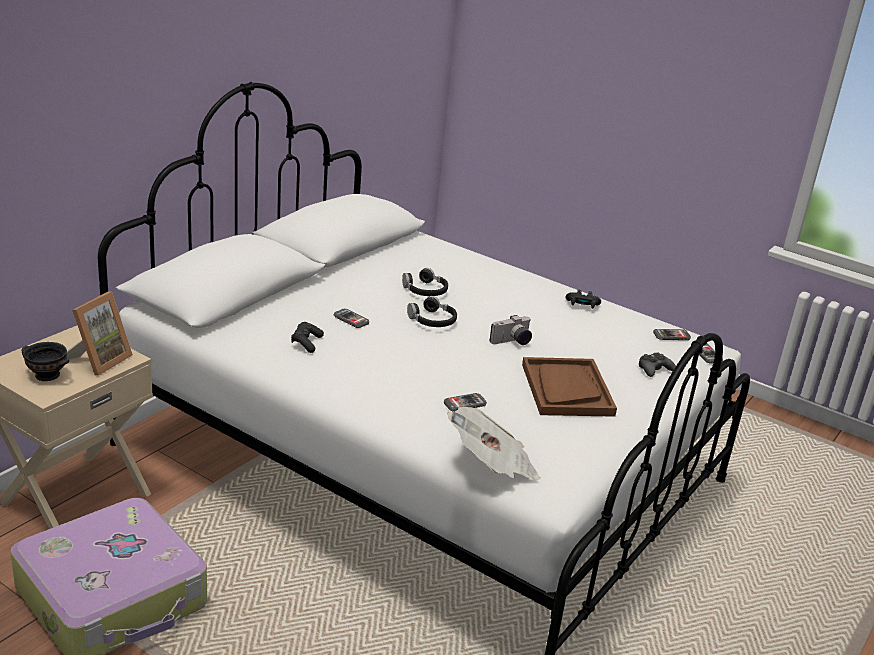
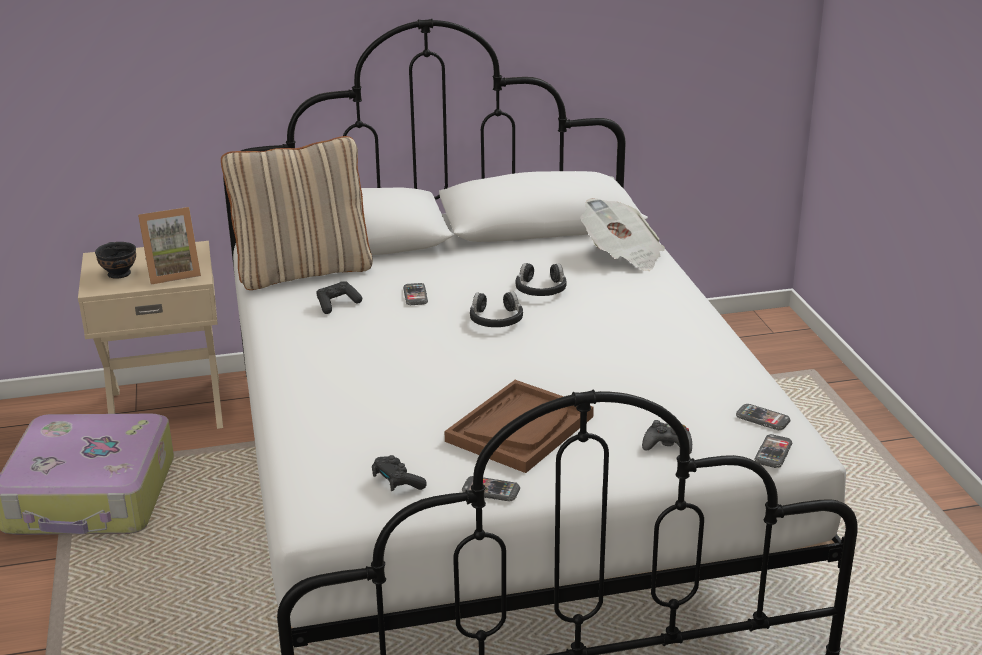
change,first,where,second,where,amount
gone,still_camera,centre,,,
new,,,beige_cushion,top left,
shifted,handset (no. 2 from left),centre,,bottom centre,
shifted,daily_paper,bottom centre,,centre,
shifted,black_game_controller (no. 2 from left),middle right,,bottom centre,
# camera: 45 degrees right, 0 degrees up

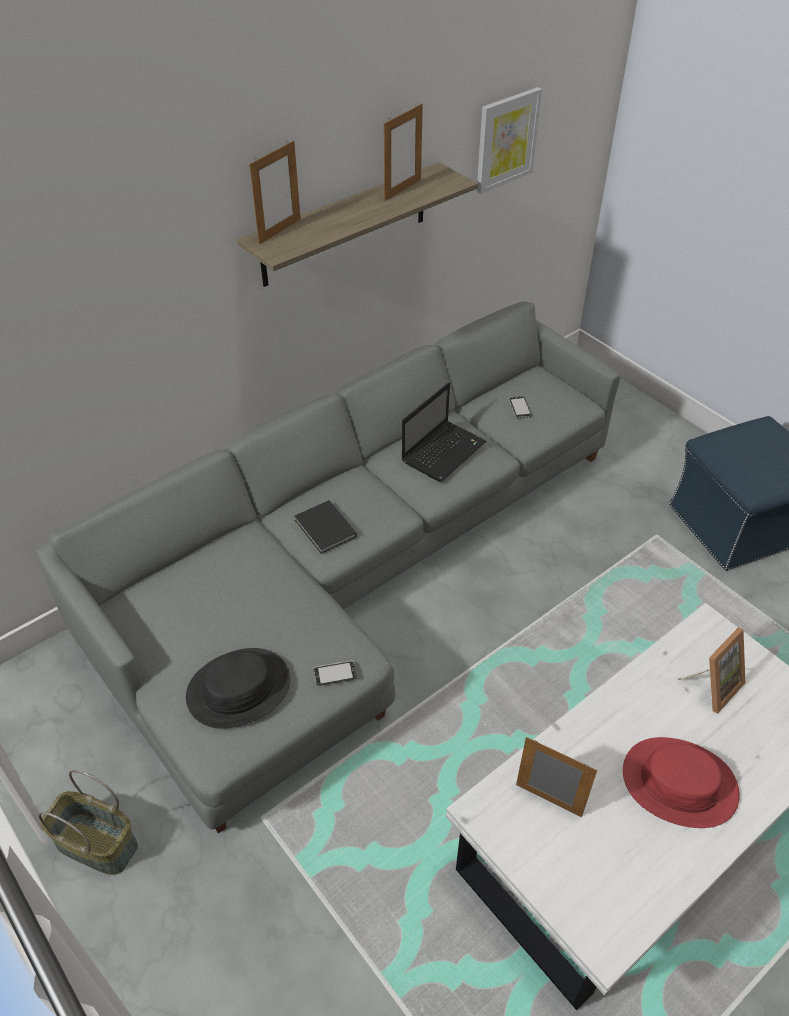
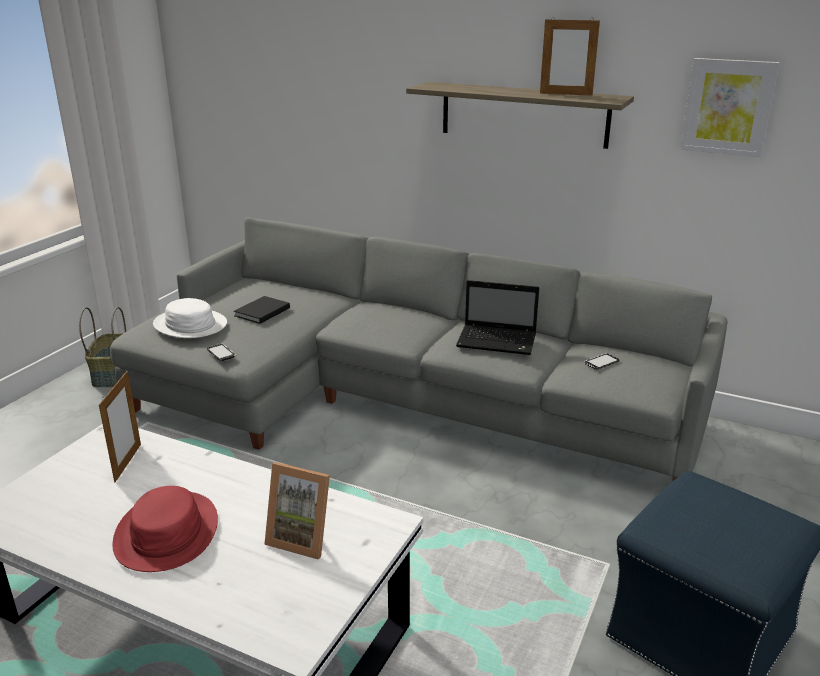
change,first,where,second,where,amount
gone,photo_frame (no. 1 from left),top centre,,,
shifted,black_bound_book,centre,,middle left,
repainted,black_wearable_hat,bottom left,white_wearable_hat,middle left,
# camera: 65 degrees right, 20 degrees down

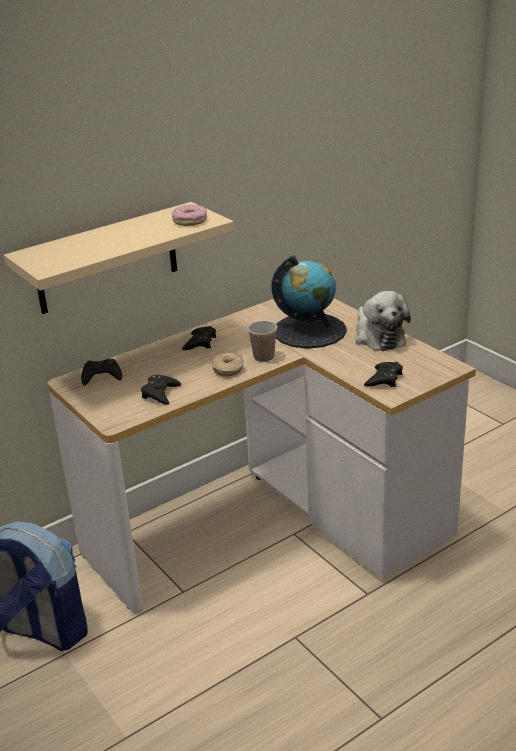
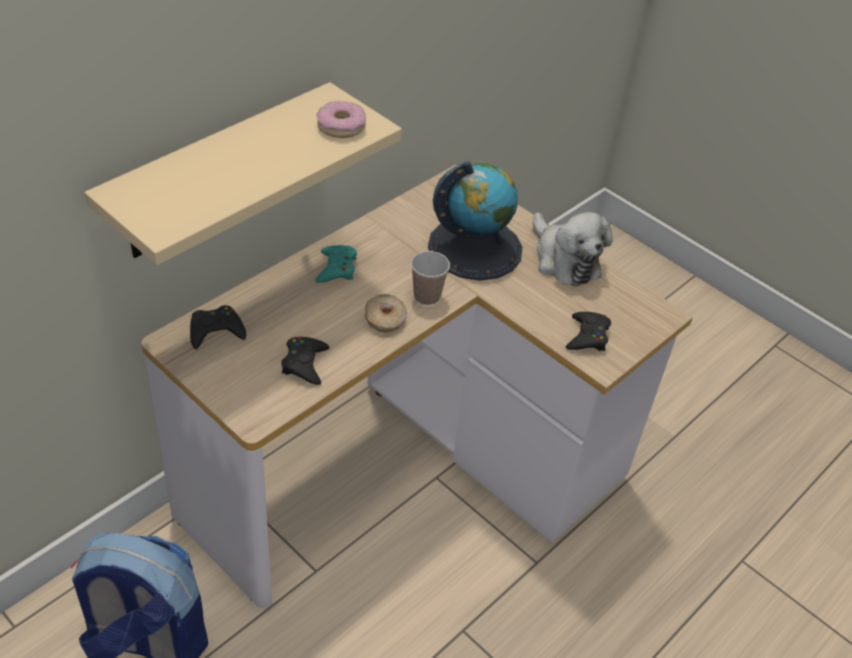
change,first,where,second,where,amount
repainted,black_game_controller (no. 3 from left),centre,turquoise-coloured_game_controller,centre,
# camera: 15 degrees left, 15 degrees up

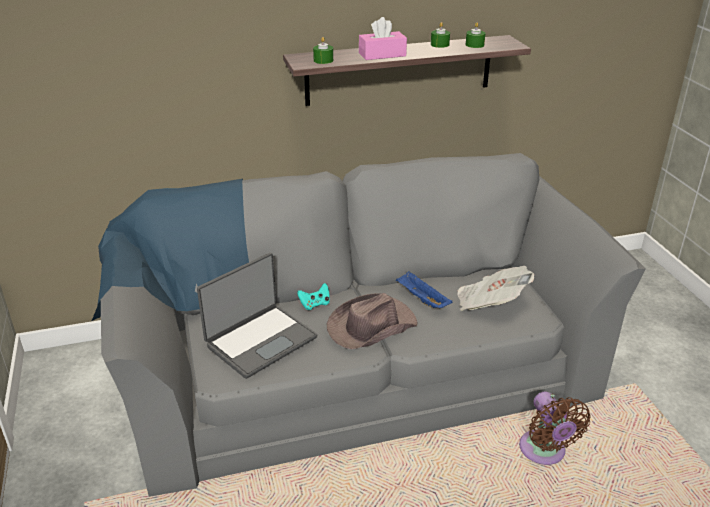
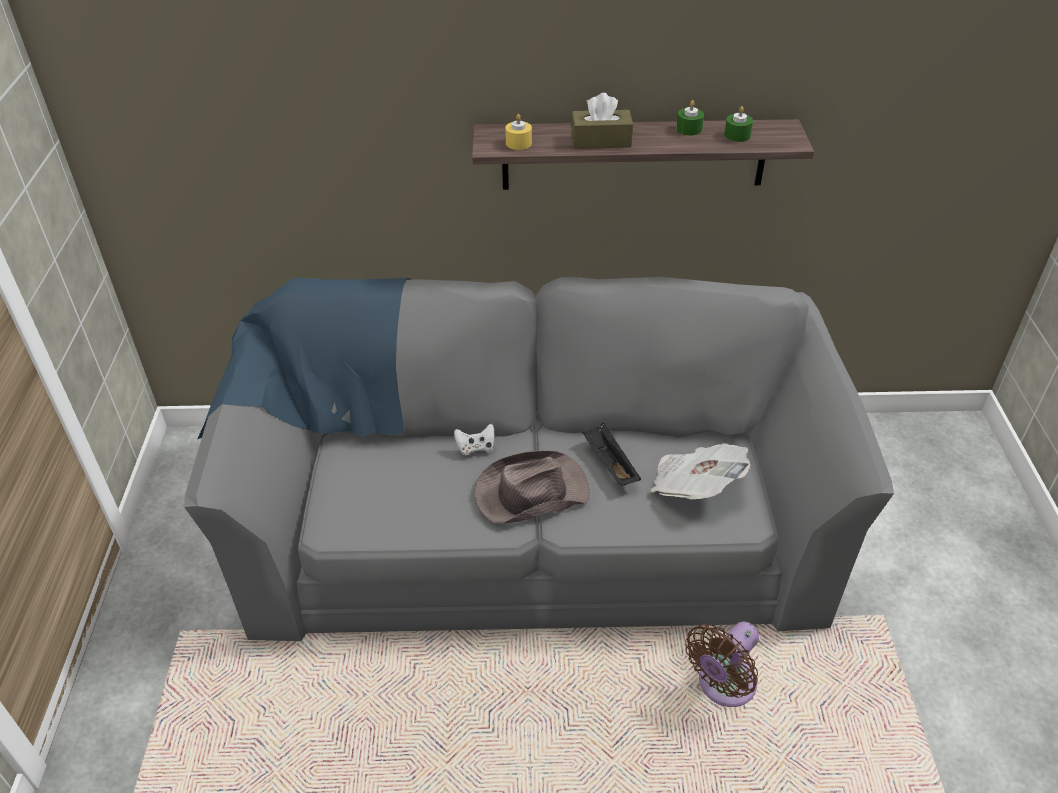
change,first,where,second,where,amount
gone,portable_computer,centre,,,
repainted,turquoise-coloured_game_controller,centre,white_game_controller,centre,
repainted,greenish_wax_candle (no. 1 from left),top centre,yellow_wax_candle,top centre,
repainted,pink_tissue_holder,top centre,brownish_tissue_holder,top centre,
repainted,blue_carrying_tray,centre,black_carrying_tray,centre,
rotated,brownish_cooling_fan,bottom right,,bottom right,45 degrees clockwise
# camera: 15 degrees right, 10 degrees up

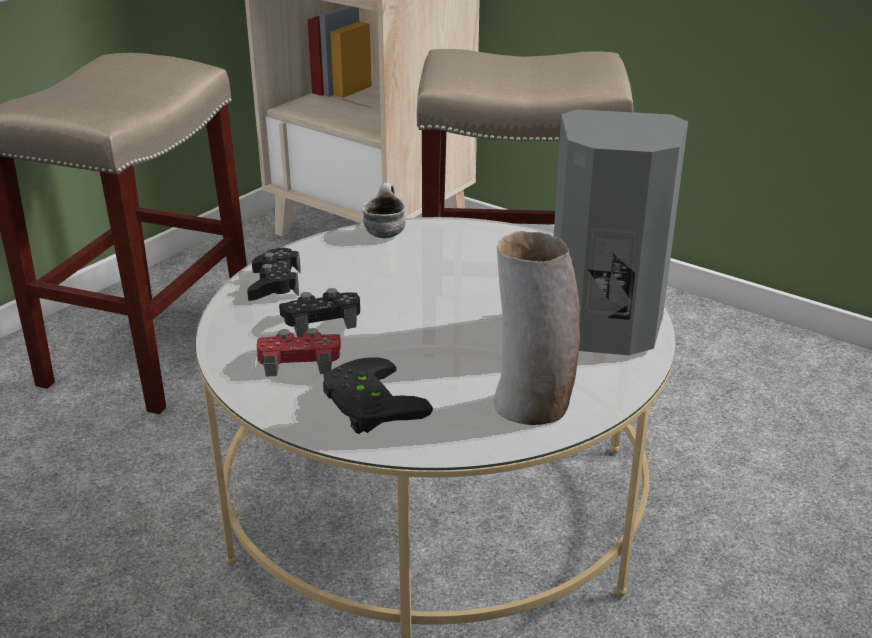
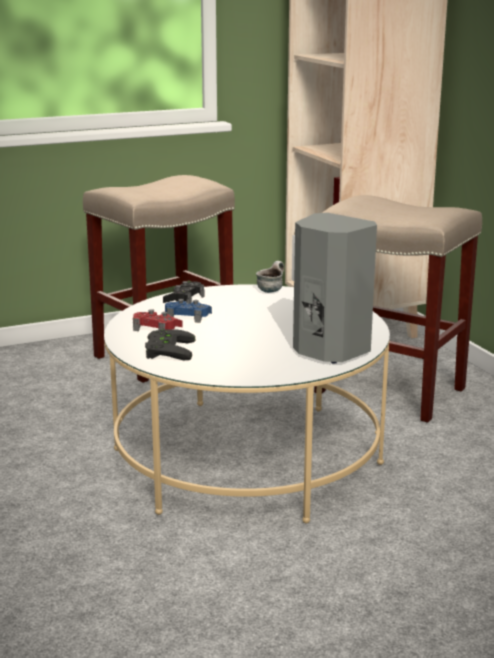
change,first,where,second,where,amount
gone,vase,centre,,,
repainted,black_game_controller (no. 2 from left),centre,blue_game_controller,centre,
# camera: 30 degrees right, 10 degrees down

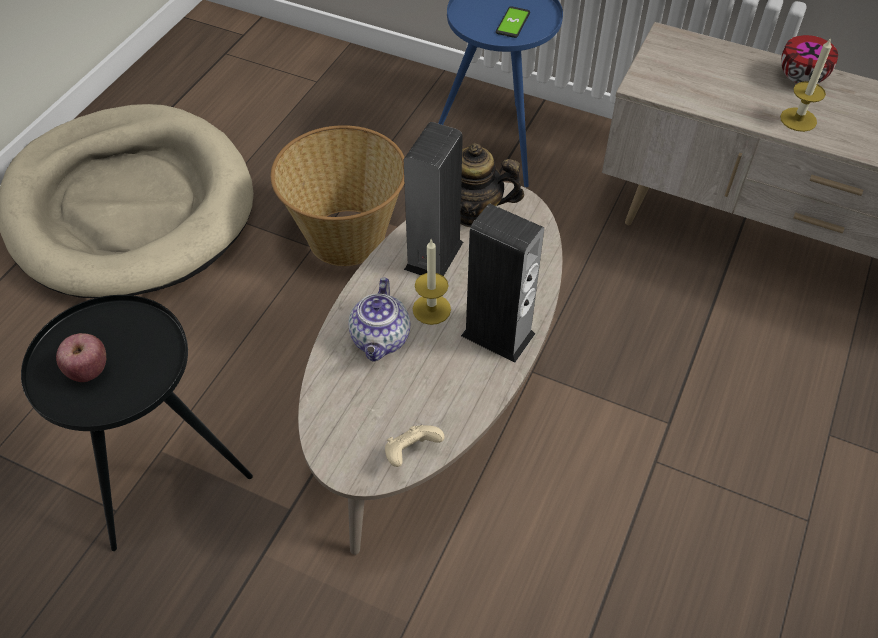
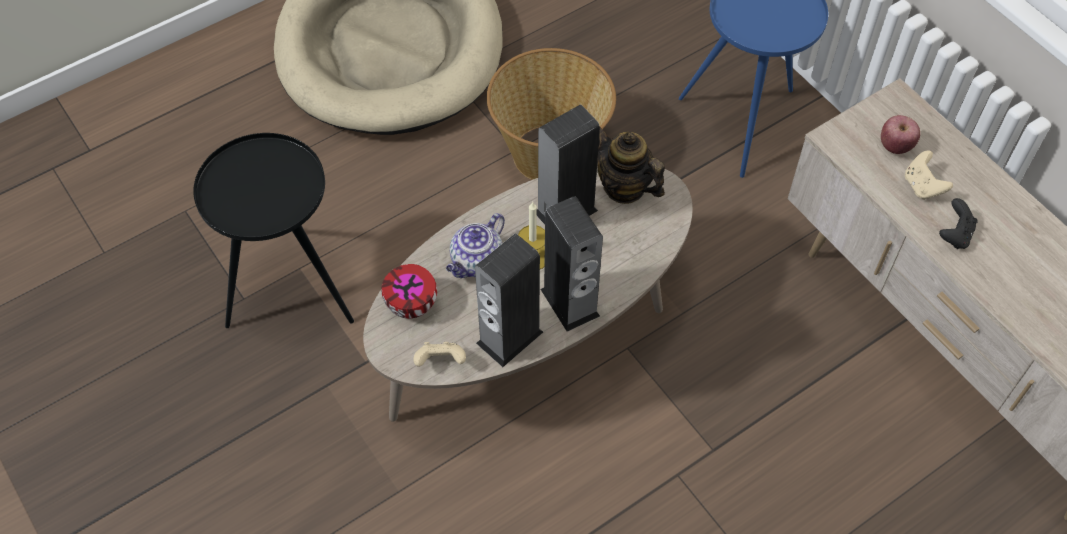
change,first,where,second,where,amount
gone,handset,top centre,,,
new,,,speaker (no. 1 from left),centre,
new,,,beige_game_controller (no. 2 from left),top right,
shifted,apple,middle left,,top right,
shifted,serving_bowl,top right,,centre,
swapped,wax_candle (no. 2 from left),top right,black_game_controller,middle right,
# camera: 30 degrees right, 5 degrees up

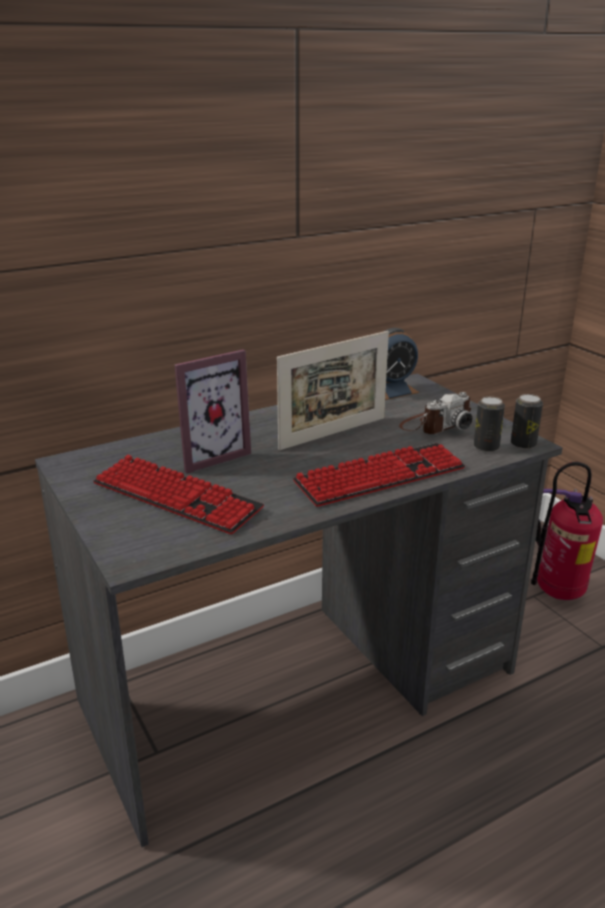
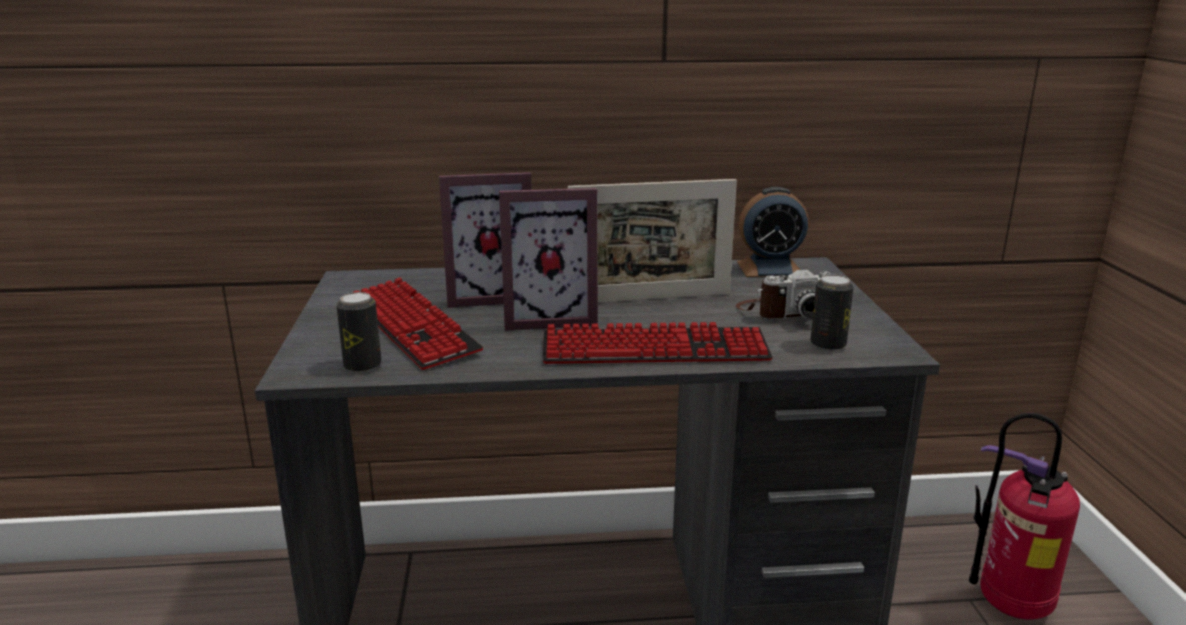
change,first,where,second,where,amount
new,,,photo_frame (no. 2 from left),centre,
shifted,sealed_can (no. 2 from left in the first image),middle right,sealed_can (no. 1 from left),middle left,
# camera: 25 degrees right, 5 degrees down

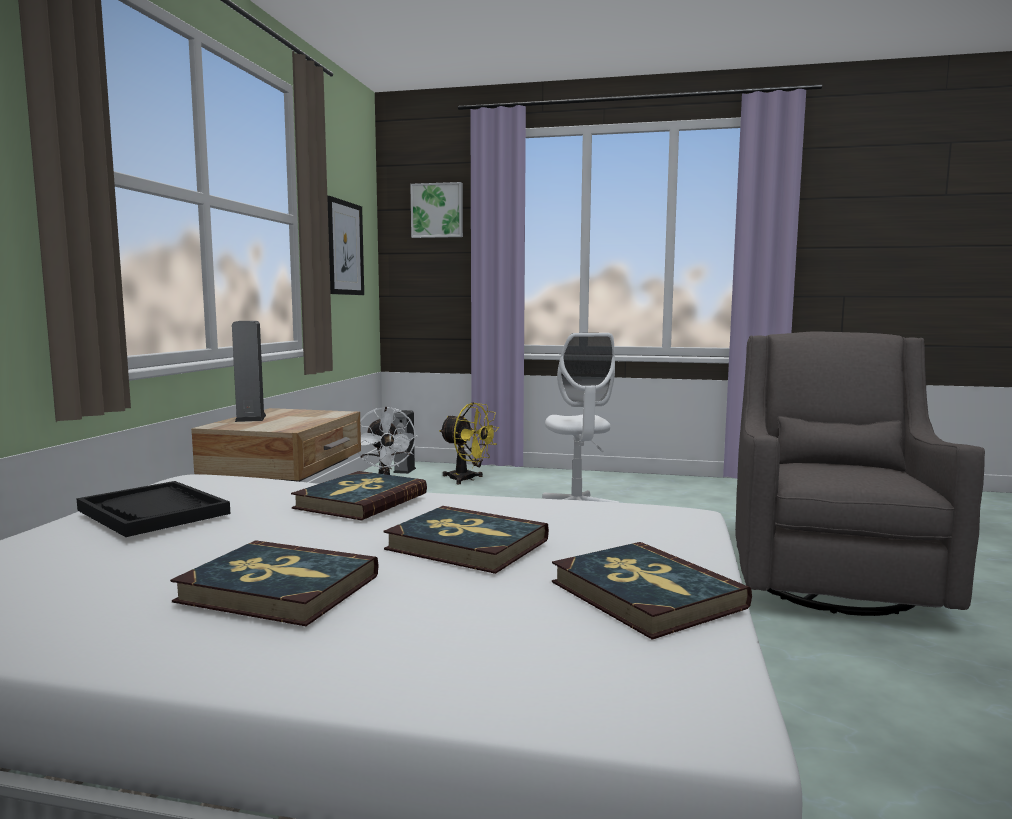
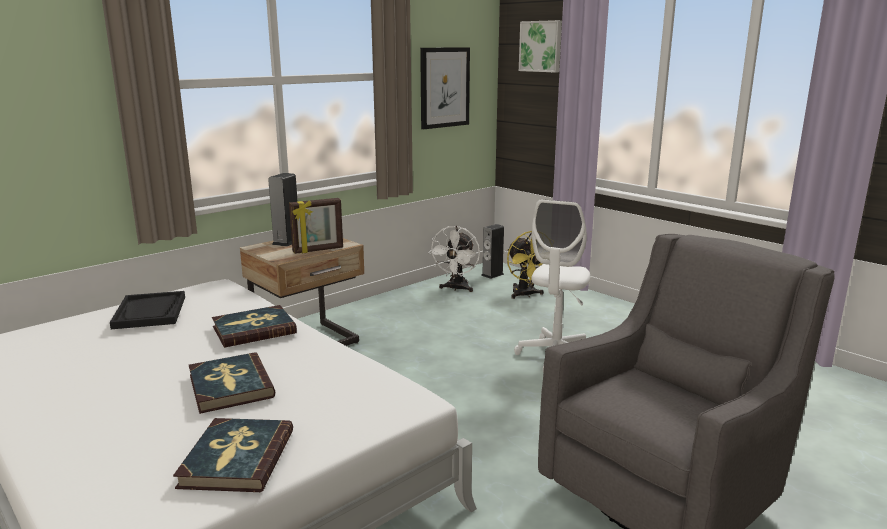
change,first,where,second,where,amount
gone,bound_book (no. 1 from left),bottom left,,,
new,,,photo_frame,centre,
# camera: 35 degrees right, 10 degrees up

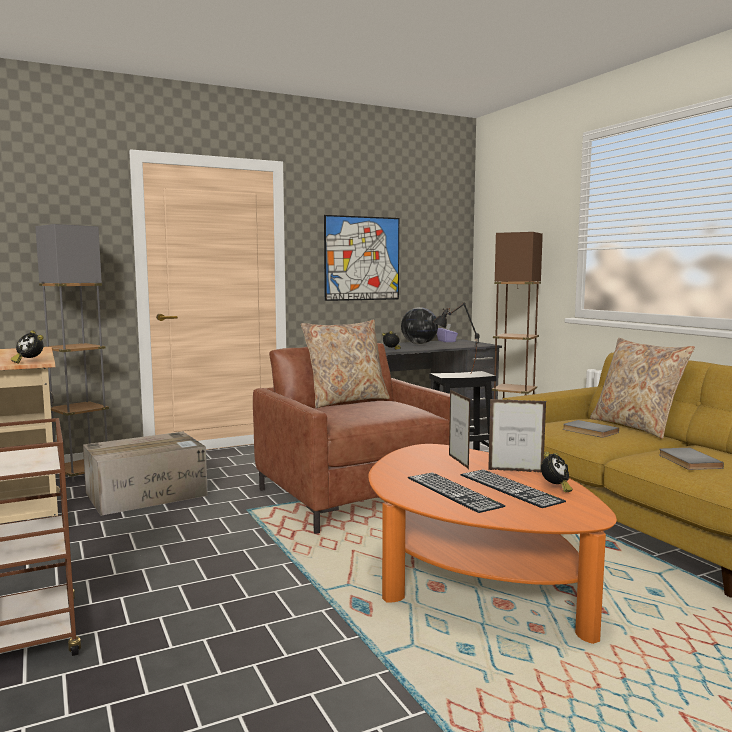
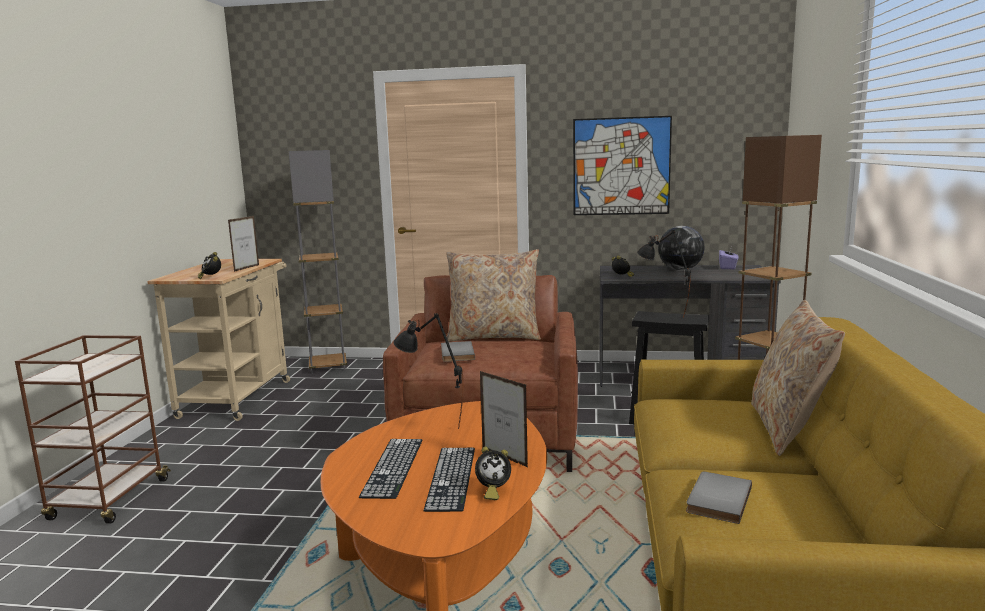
change,first,where,second,where,amount
gone,carton,middle left,,,
new,,,black_table_lamp (no. 1 from left),centre,
shifted,photo_frame (no. 1 from left),centre,,middle left,
shifted,grey_bound_book (no. 1 from left),middle right,,centre,
# camera: 35 degrees right, 5 degrees up

